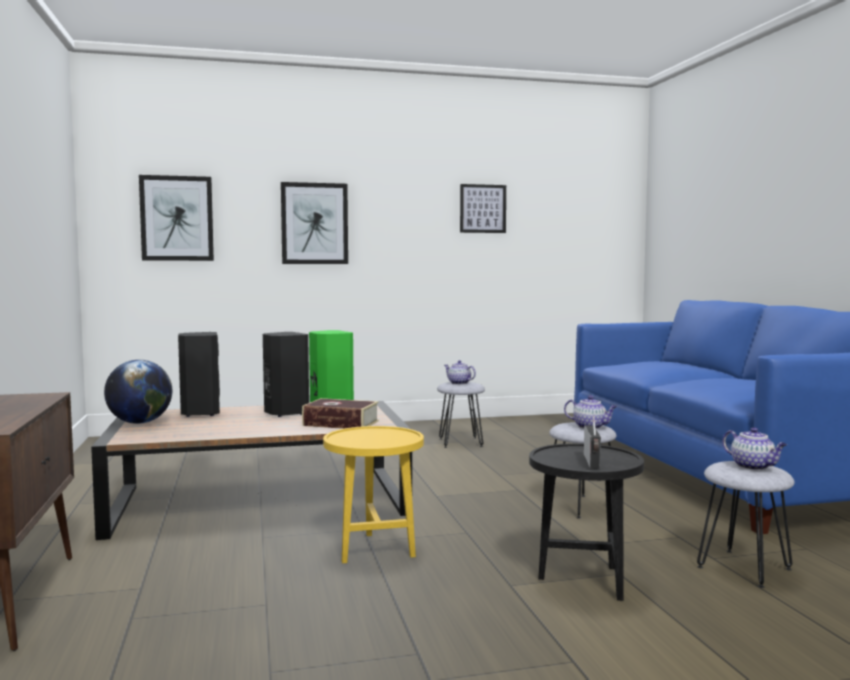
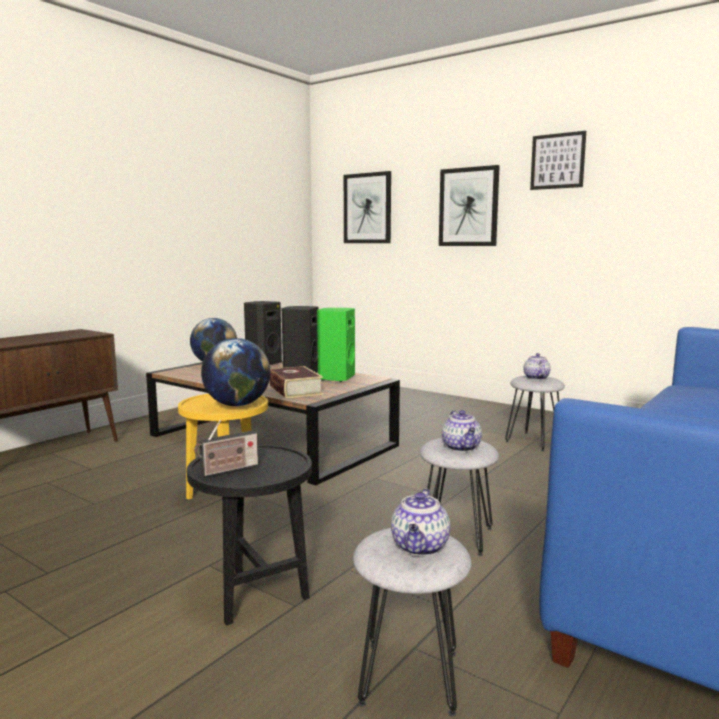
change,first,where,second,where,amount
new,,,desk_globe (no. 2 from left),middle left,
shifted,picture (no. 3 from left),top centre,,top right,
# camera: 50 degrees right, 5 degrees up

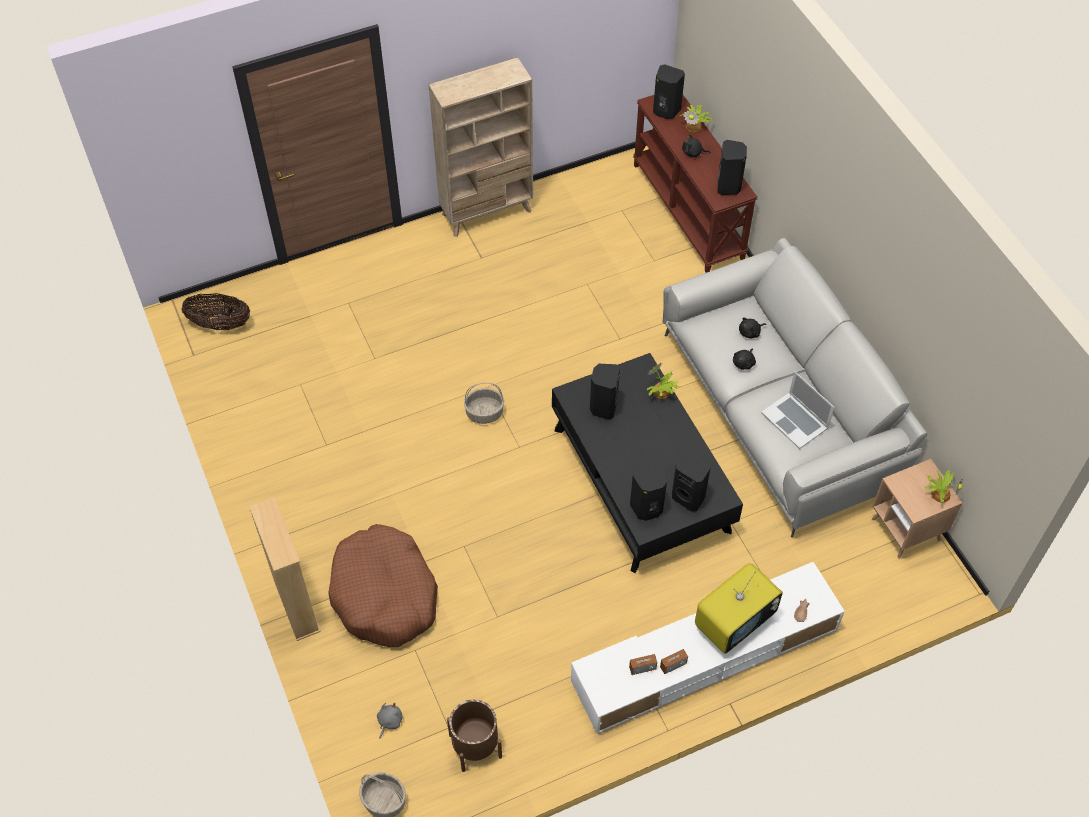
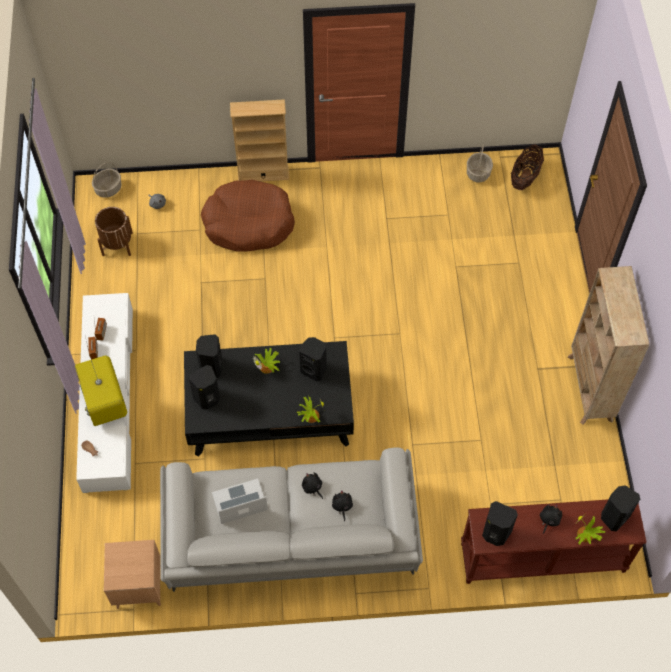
change,first,where,second,where,amount
shifted,basket (no. 3 from left in the first image),centre,basket (no. 2 from left),top right,
shifted,potted_plant (no. 3 from left in the first image),middle right,potted_plant (no. 1 from left),centre,
# camera: 110 degrees right, 5 degrees up

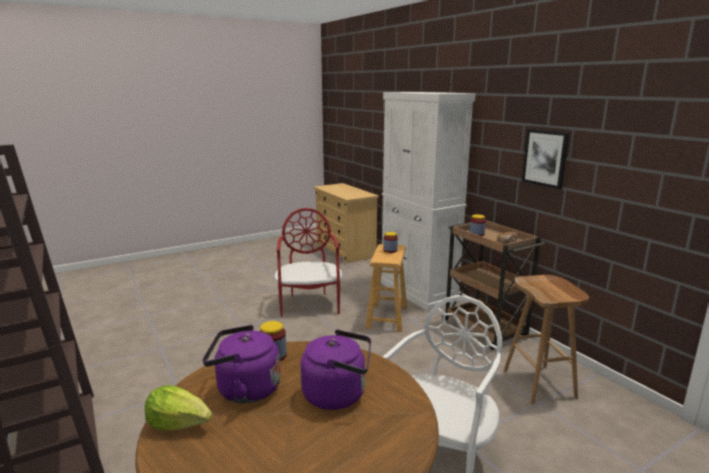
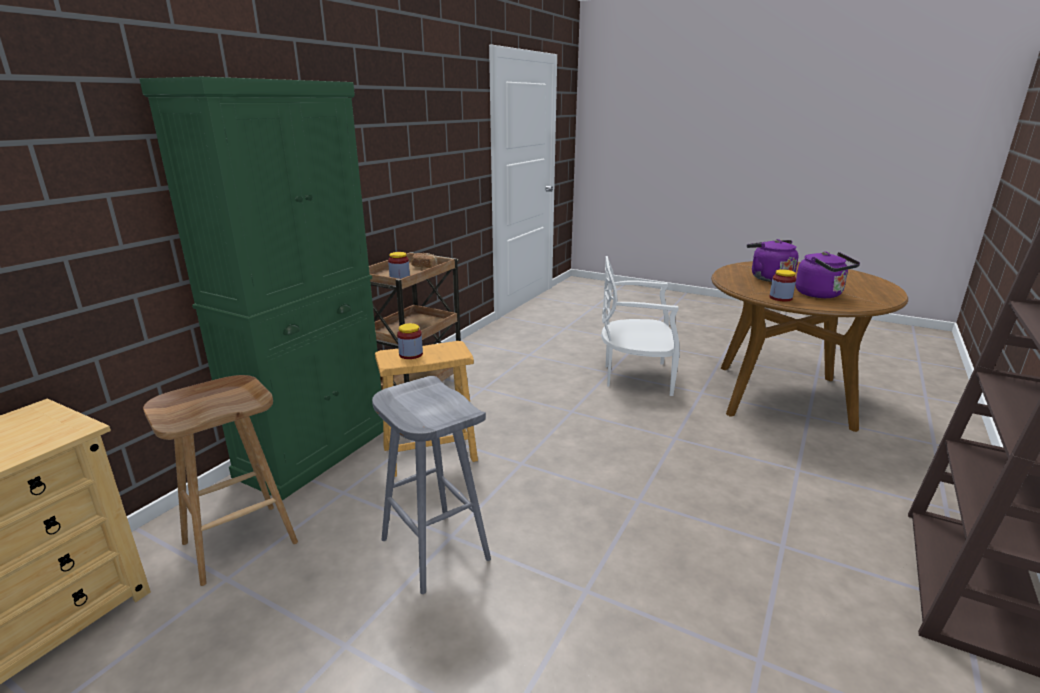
change,first,where,second,where,amount
gone,lettuce_head,bottom left,,,
gone,picture,middle right,,,
shifted,brownish_stool_seat (no. 2 from left in the first image),bottom right,brownish_stool_seat (no. 1 from left),bottom left,
swapped,red_chair,centre,grey_stool_seat,bottom centre,
repainted,white_cupboard,centre,greenish_cupboard,middle left,
# camera: 120 degrees left, 5 degrees up

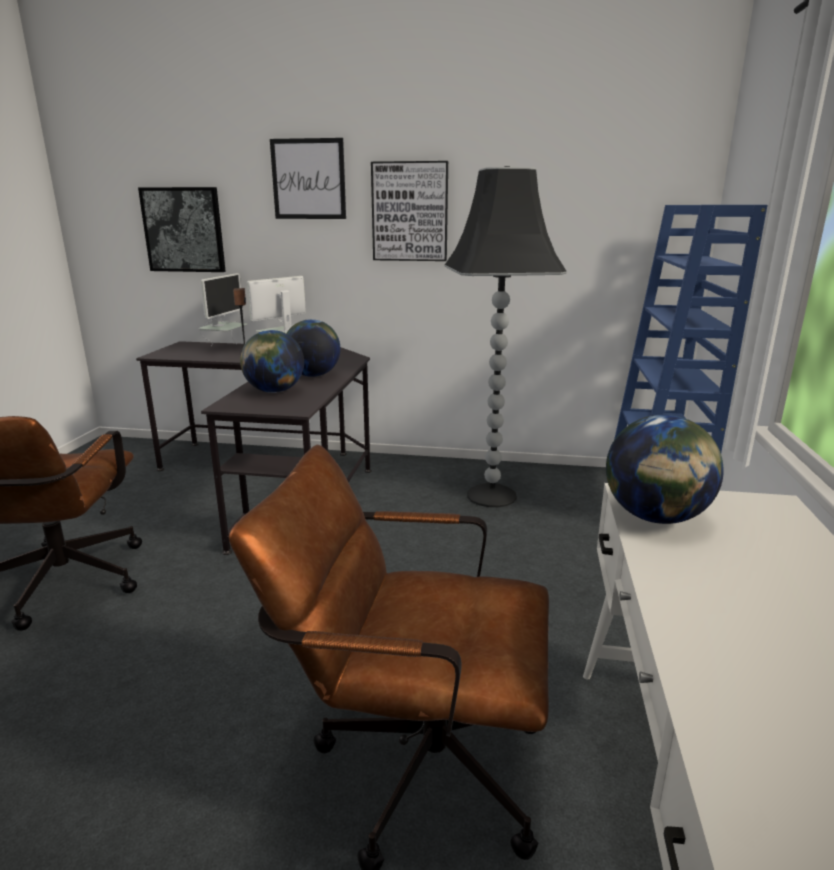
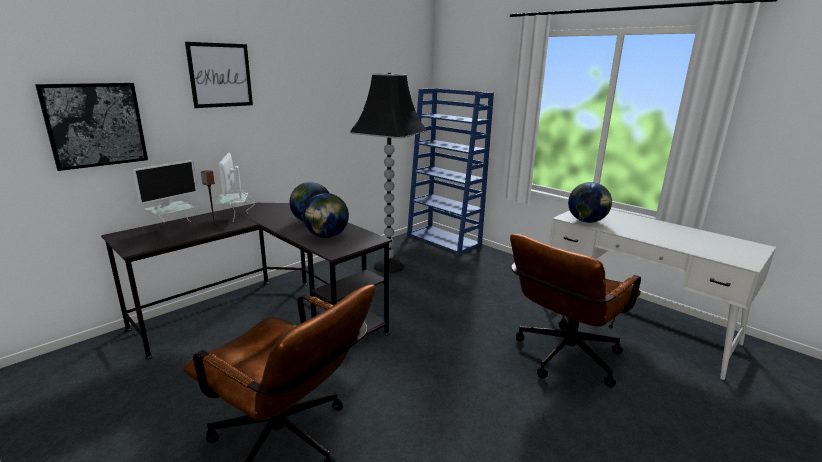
change,first,where,second,where,amount
gone,picture (no. 3 from left),top centre,,,
rotated,computer_display (no. 1 from left),middle left,,middle left,75 degrees clockwise
# camera: 55 degrees left, 0 degrees up

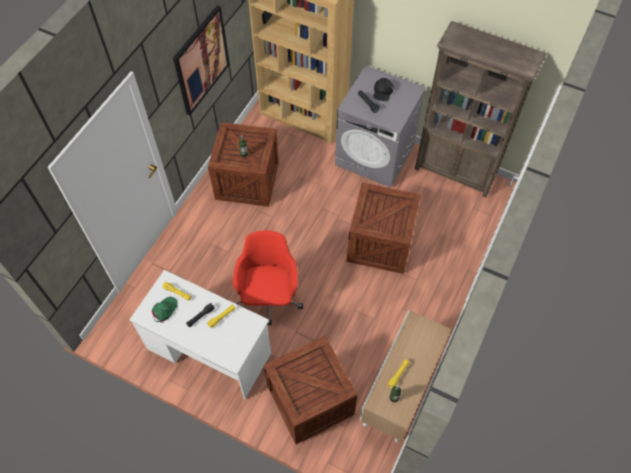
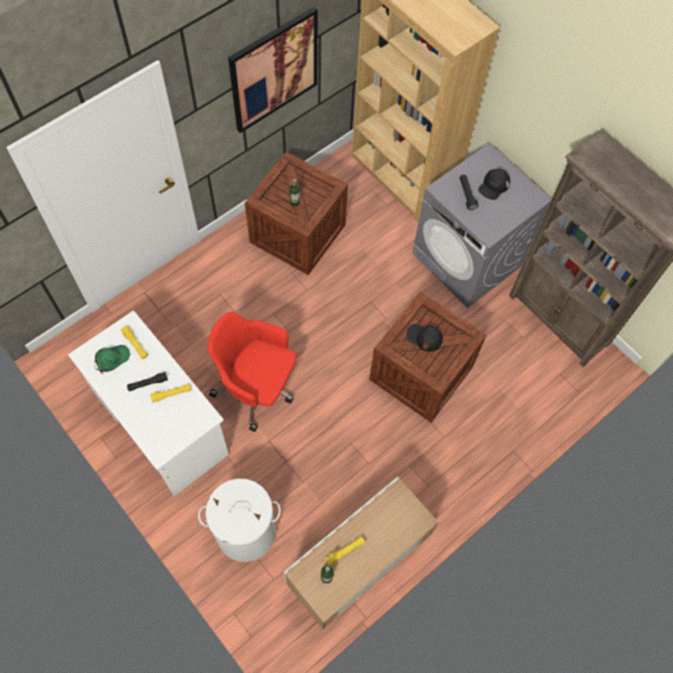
change,first,where,second,where,amount
new,,,black_baseball_cap (no. 1 from left),centre,
swapped,crate (no. 2 from left),bottom centre,white_hamper,bottom centre,
rotated,red_computer_chair,centre,,centre,90 degrees counterclockwise
# camera: 20 degrees right, 5 degrees up

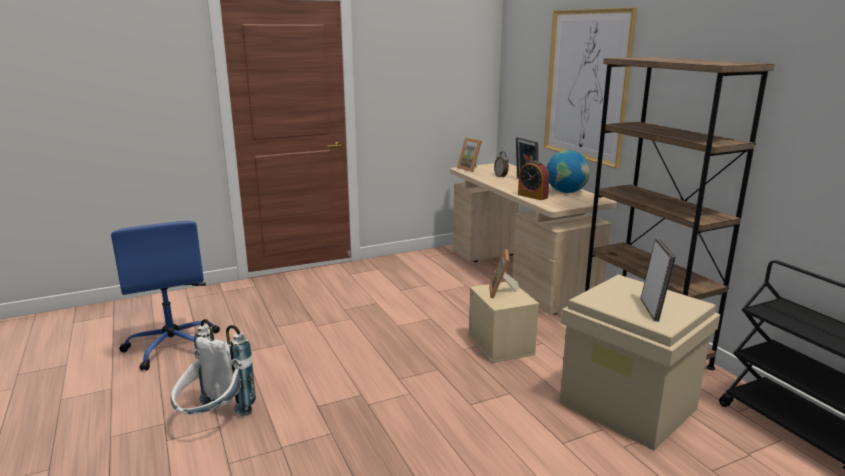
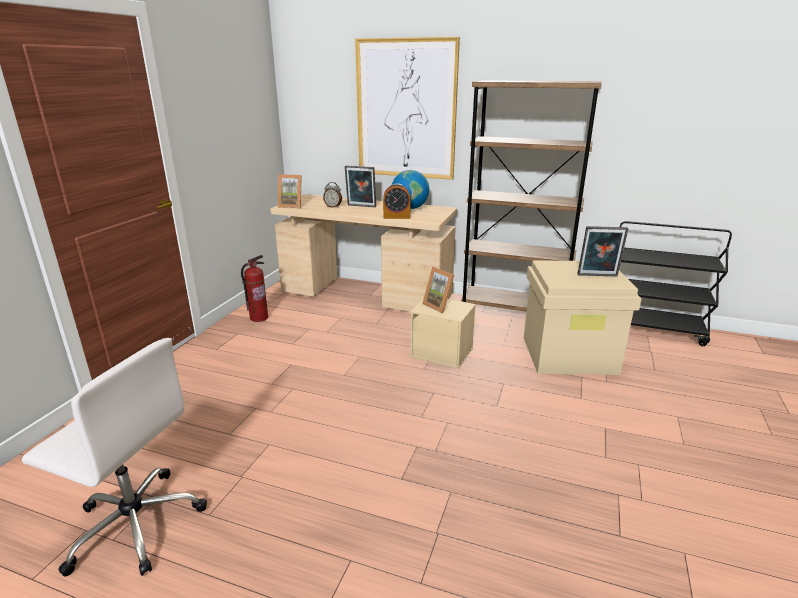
change,first,where,second,where,amount
gone,white_backpack,bottom left,,,
new,,,fire-fighting_cylinder,middle left,
repainted,blue_computer_chair,middle left,white_computer_chair,bottom left,
rotated,photo_frame (no. 4 from left),middle right,,middle right,135 degrees clockwise
# camera: 45 degrees left, 5 degrees up

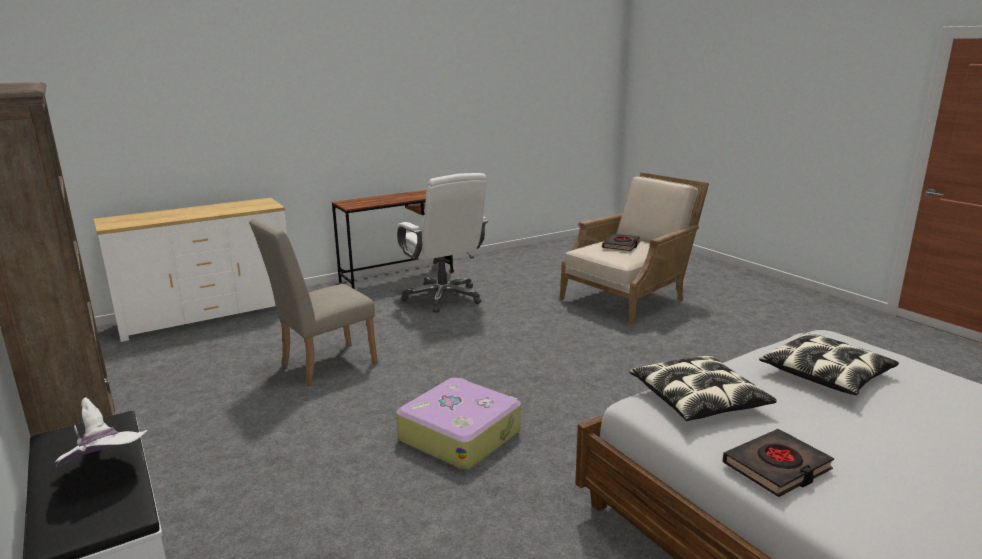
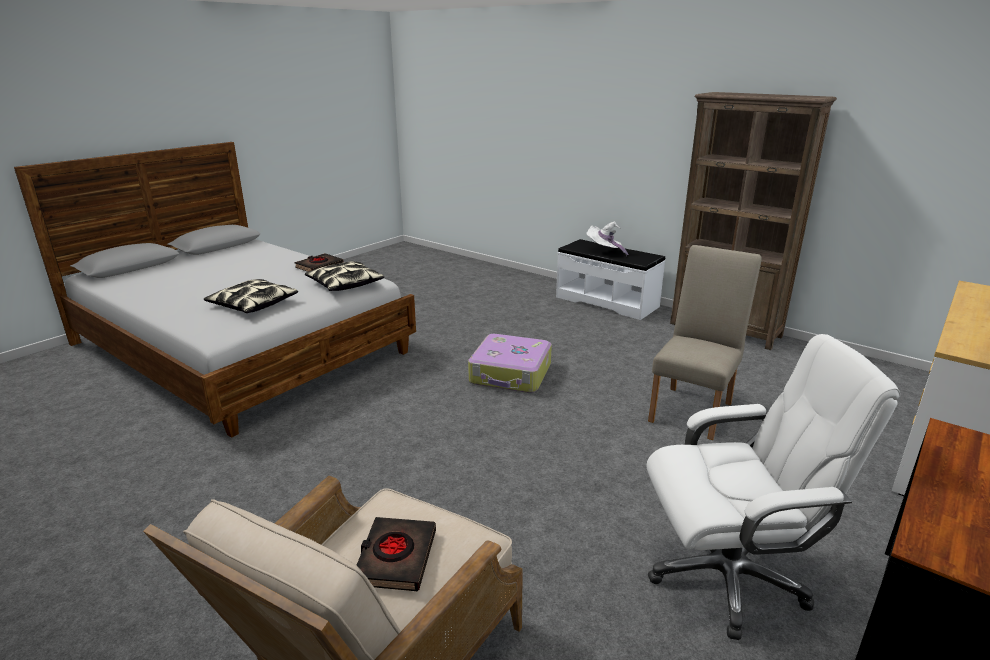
change,first,where,second,where,amount
rotated,white_computer_chair,centre,,bottom right,135 degrees clockwise
# camera: 160 degrees right, 5 degrees up

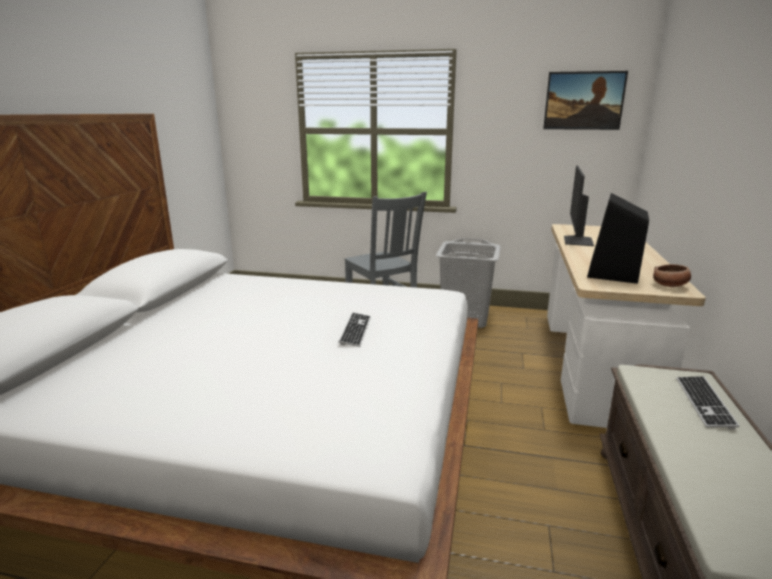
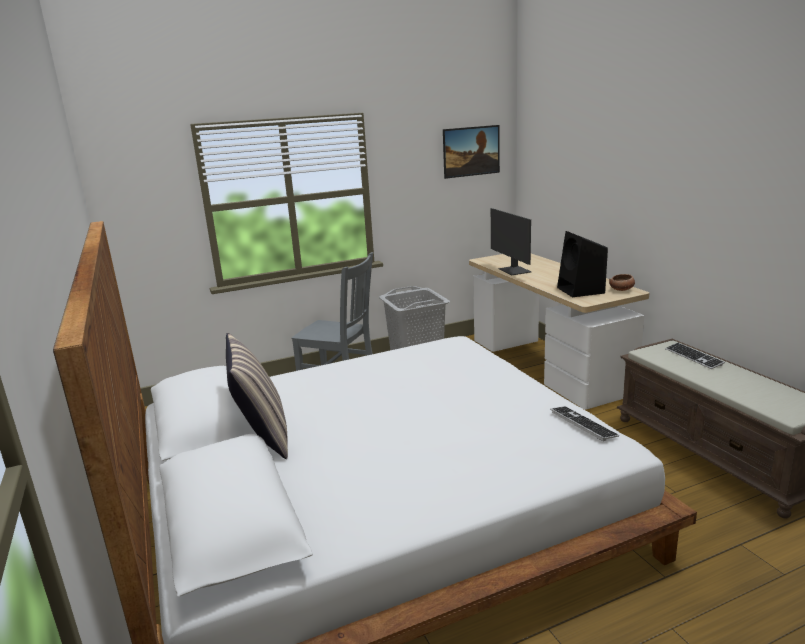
change,first,where,second,where,amount
new,,,cushion,middle left,
shifted,PC_keyboard (no. 1 from left),centre,,middle right,
# camera: 35 degrees left, 0 degrees up

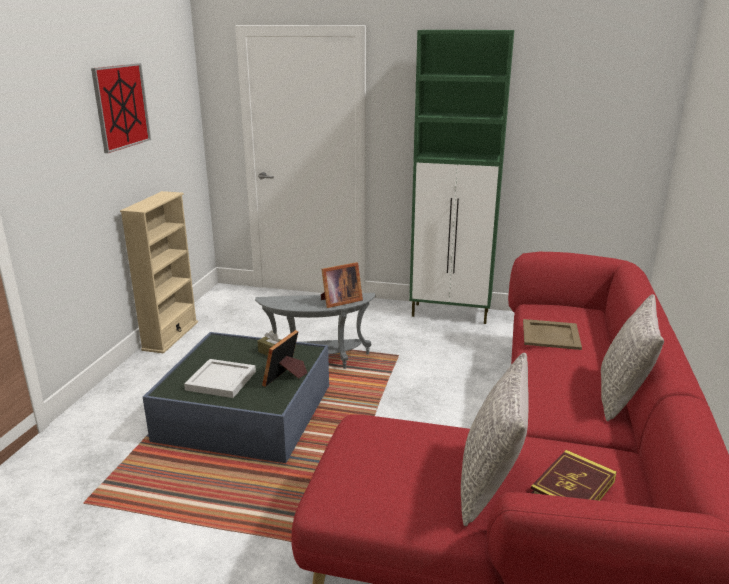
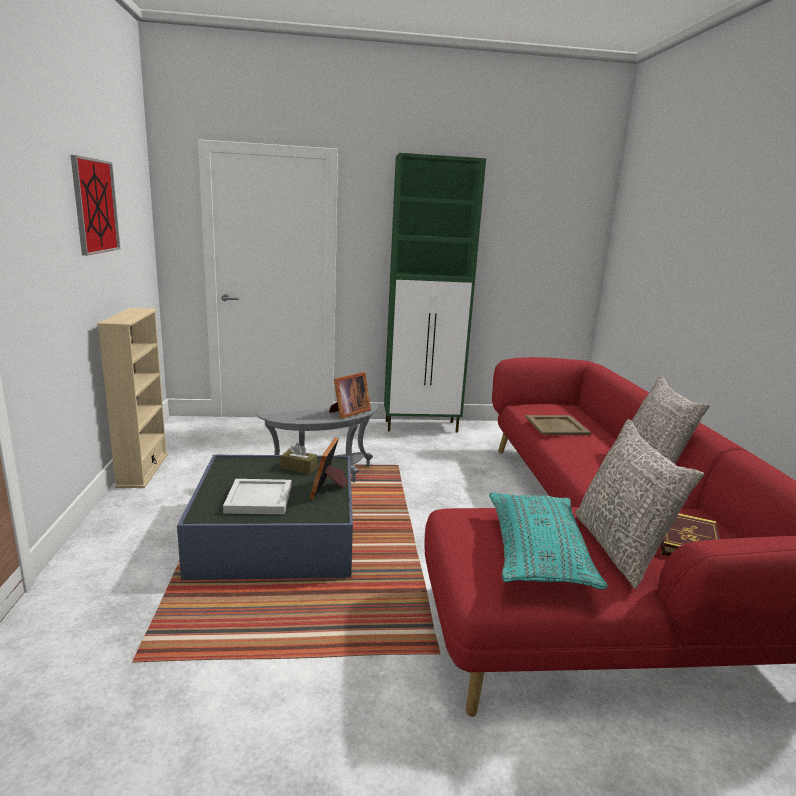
change,first,where,second,where,amount
new,,,turquoise-coloured_cushion,bottom right,
# camera: 20 degrees left, 5 degrees down

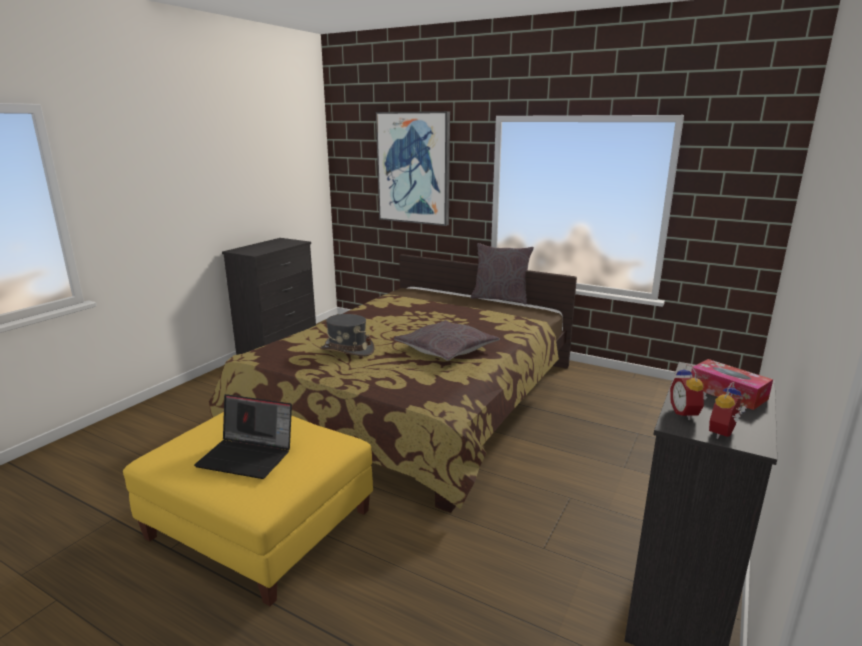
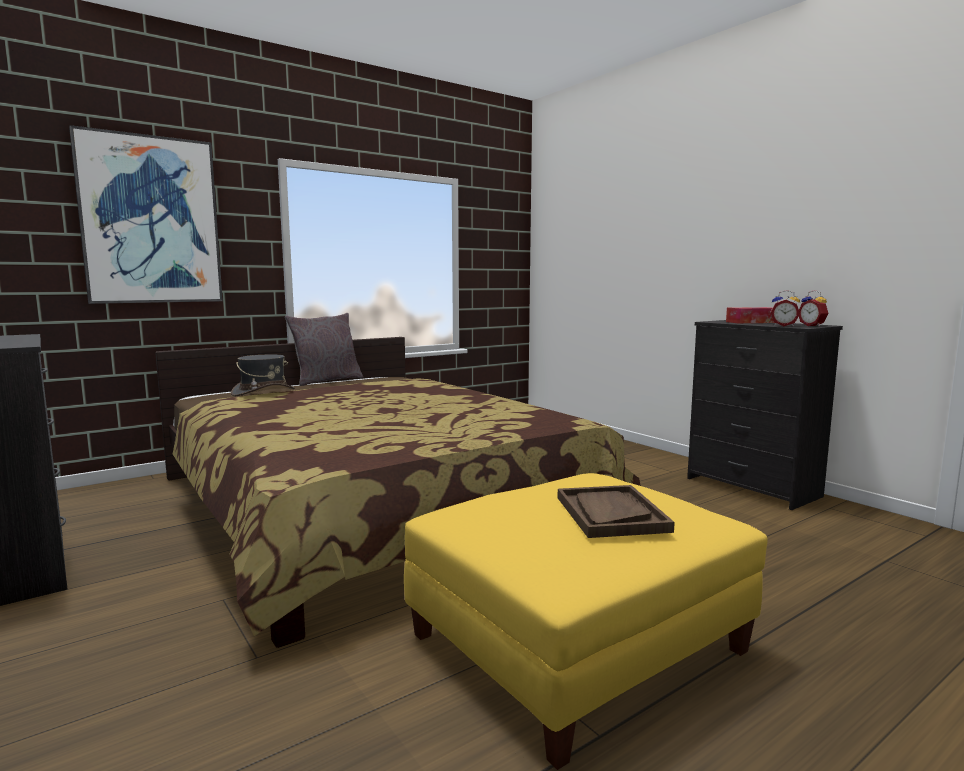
change,first,where,second,where,amount
gone,grey_cushion (no. 1 from left),centre,,,
shifted,grey_wearable_hat,centre,,middle left,
swapped,portable_computer,bottom left,brownish_carrying_tray,centre,
# camera: 65 degrees left, 10 degrees down

